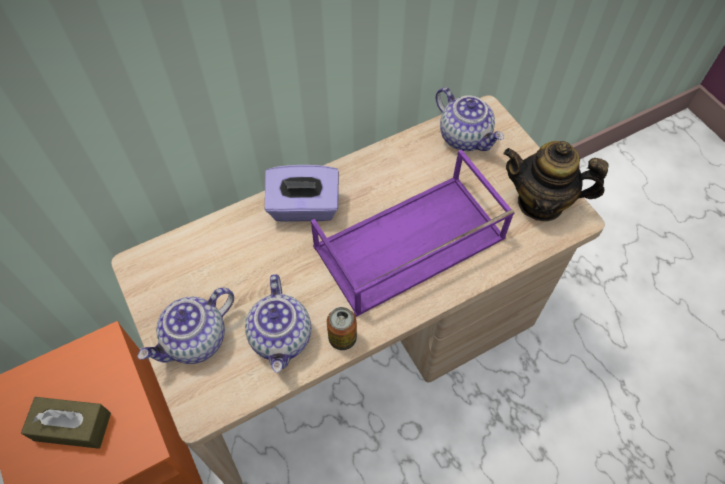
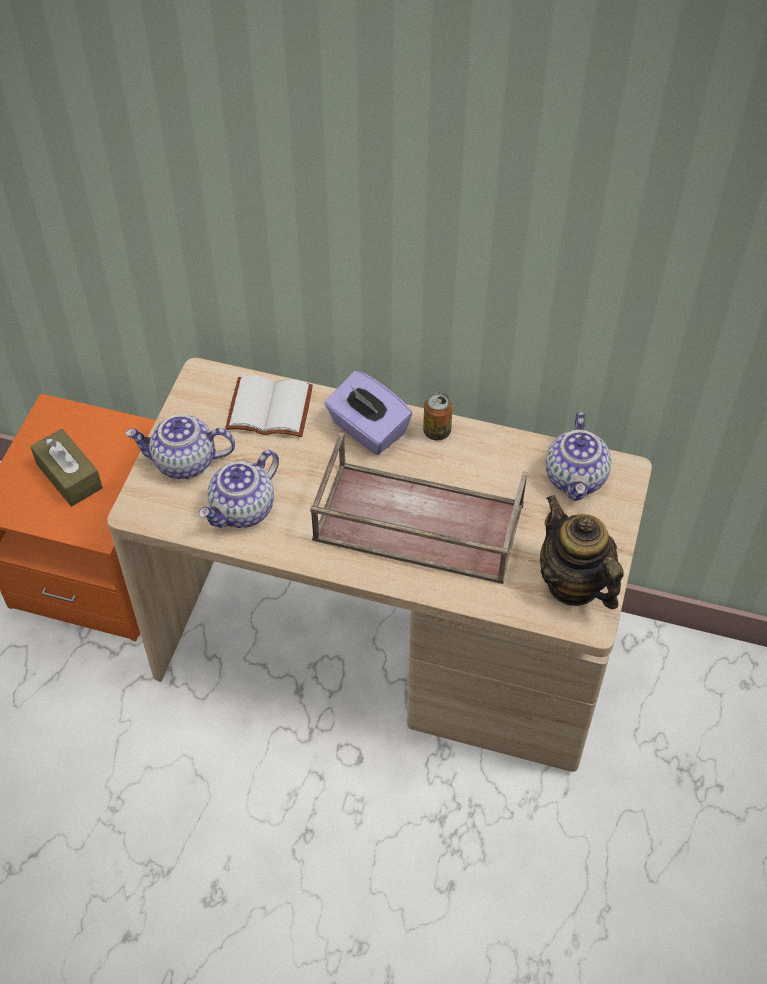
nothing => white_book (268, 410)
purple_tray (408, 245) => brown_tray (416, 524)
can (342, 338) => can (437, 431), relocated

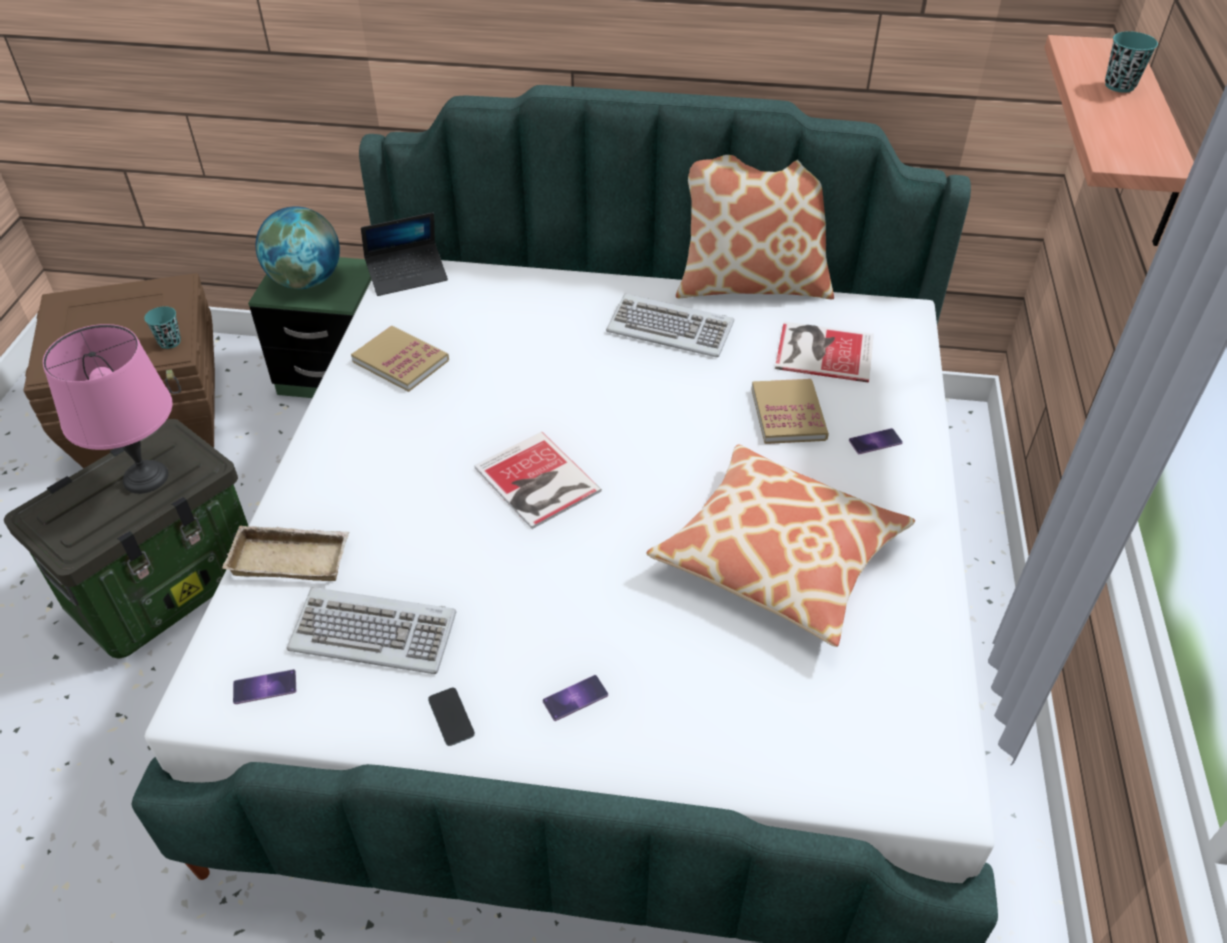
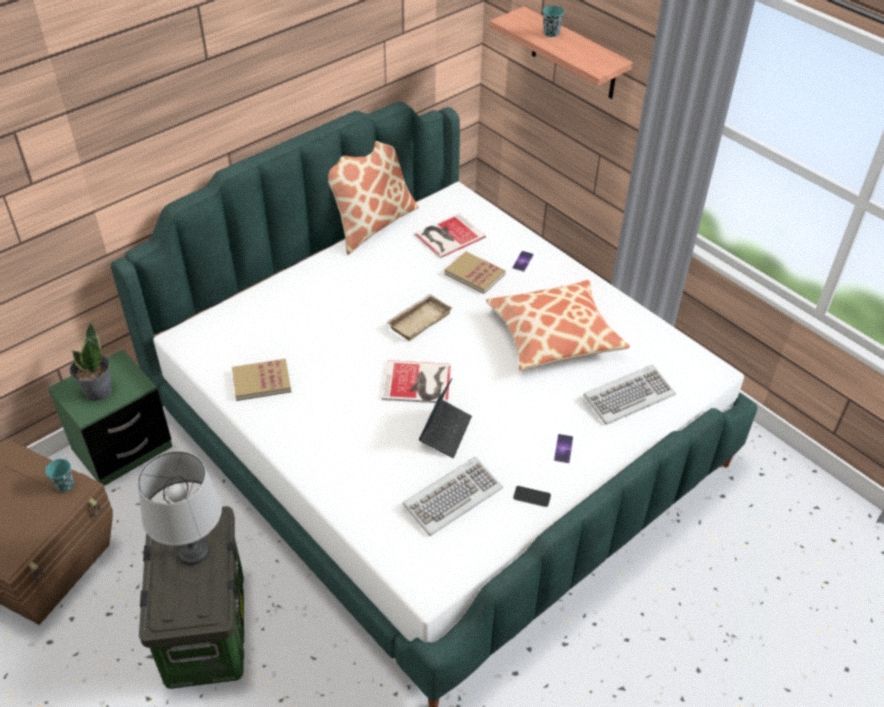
globe (306, 281) => potted_plant (97, 390)
pink_table_lamp (144, 478) => grey_table_lamp (193, 552)
beige_tray (292, 557) => beige_tray (419, 320), relocated
laptop (407, 275) => laptop (445, 432), relocated
keyboard (670, 329) => keyboard (628, 396), relocated
phone (265, 687) => nothing

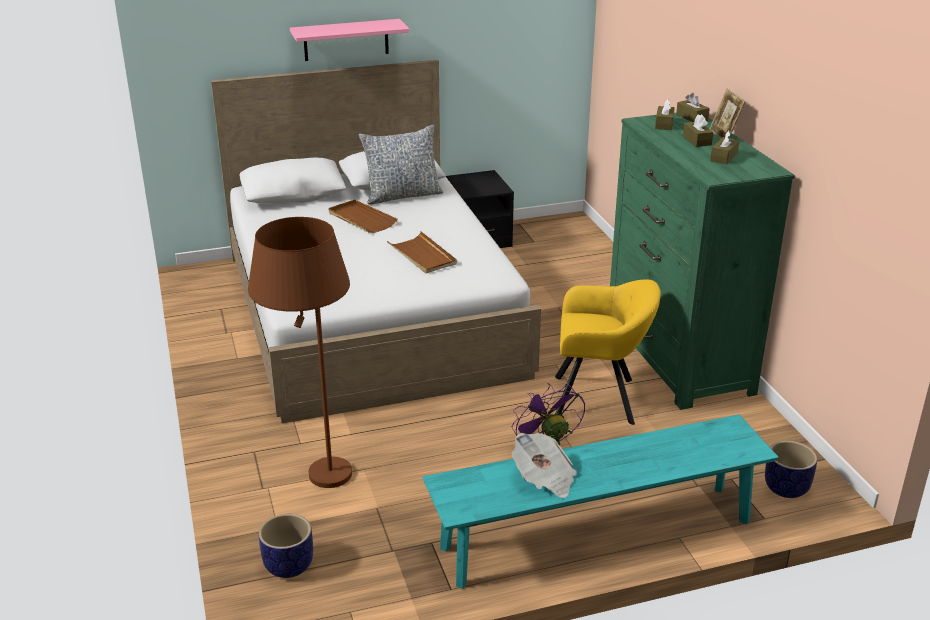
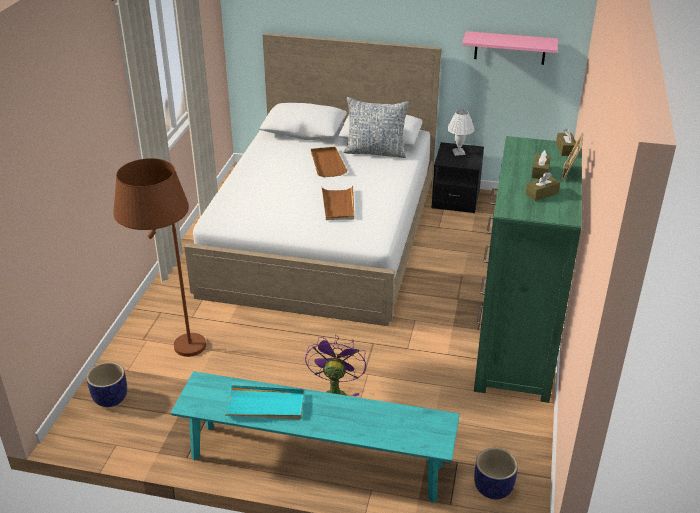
newspaper (544, 479) => turquoise_tray (266, 405)
nothing => white_table_lamp (458, 152)
pink_shelf (346, 40) => pink_shelf (510, 48), relocated
yellow_armchair (599, 399) => nothing
brown_tissue_box (664, 124) => nothing

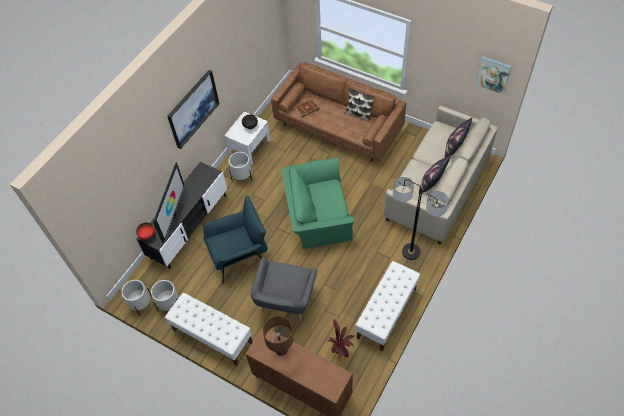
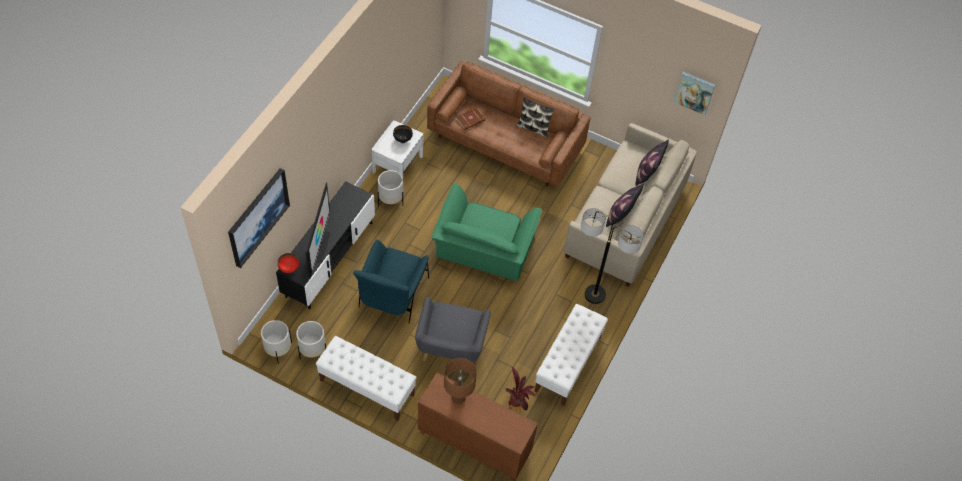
picture (192, 108) => picture (258, 217), relocated
blue_armchair (239, 255) => blue_armchair (393, 295), 135 degrees clockwise
green_armchair (317, 215) => green_armchair (484, 249), 60 degrees counterclockwise

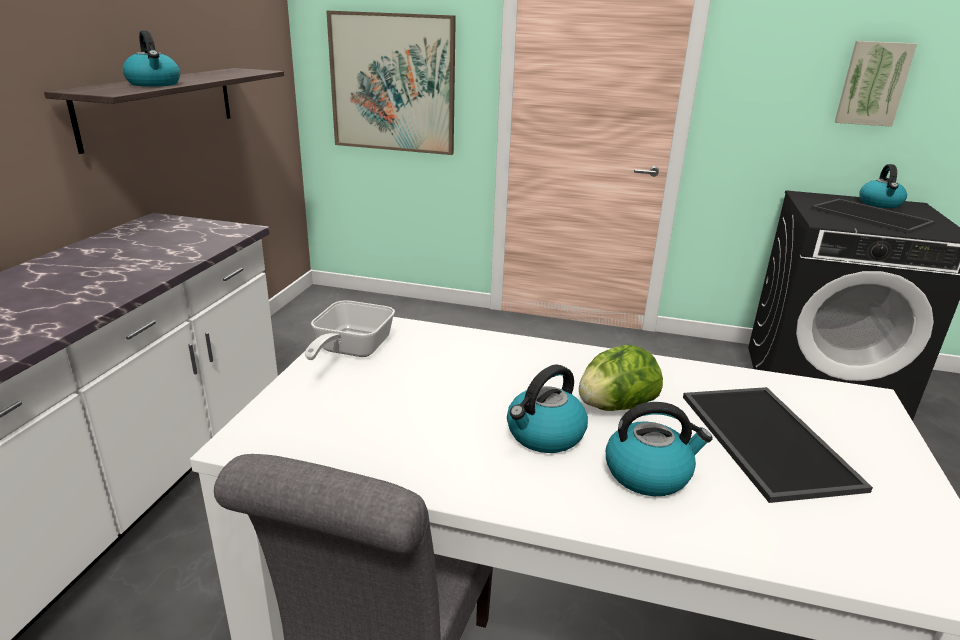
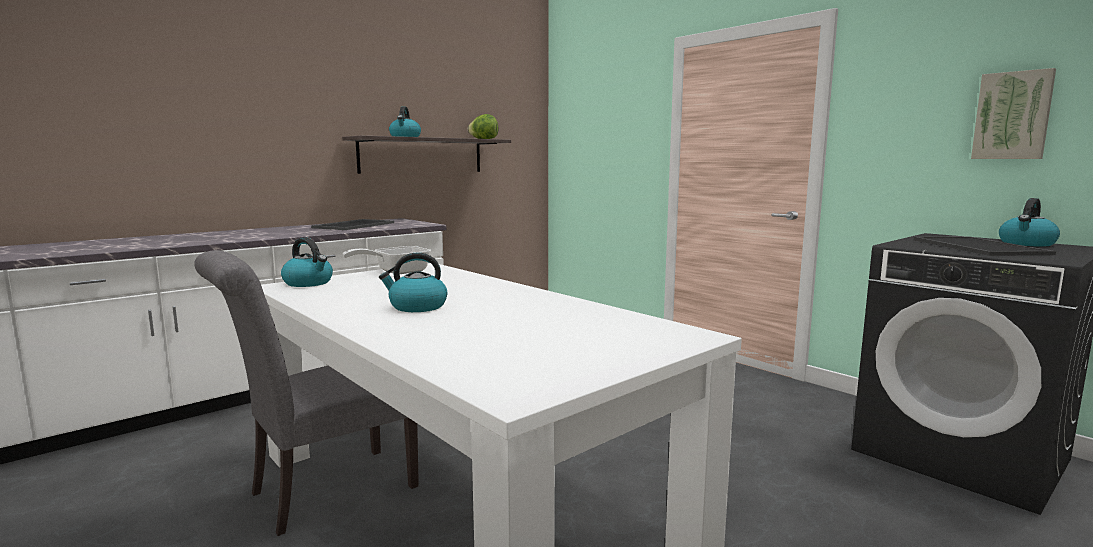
kettle (648, 473) => kettle (309, 283), relocated
tray (763, 439) => tray (354, 225), relocated
lettuce (615, 406) => lettuce (484, 139), relocated
picture (392, 83) => nothing

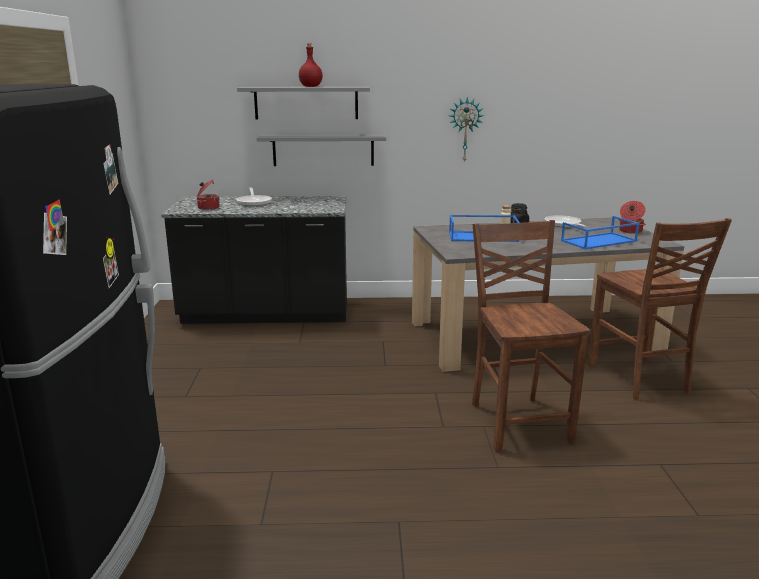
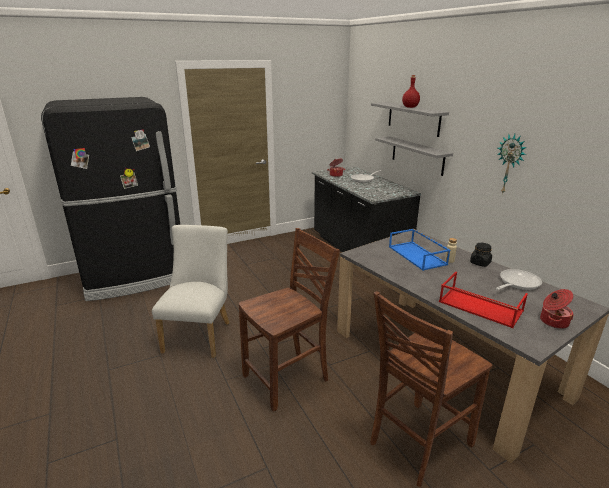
nothing => white_chair (200, 334)
blue_tray (598, 241) => red_tray (479, 306)

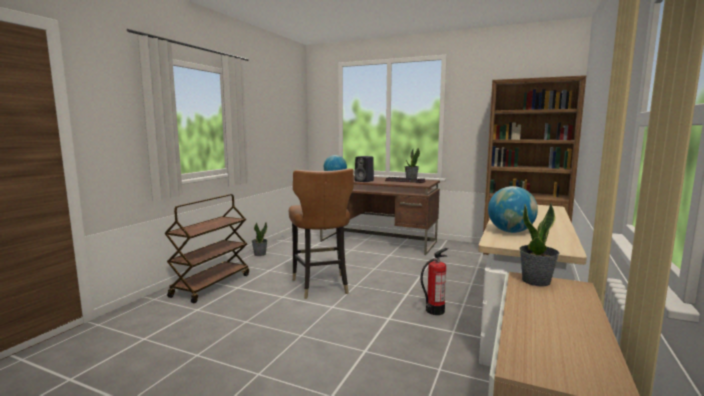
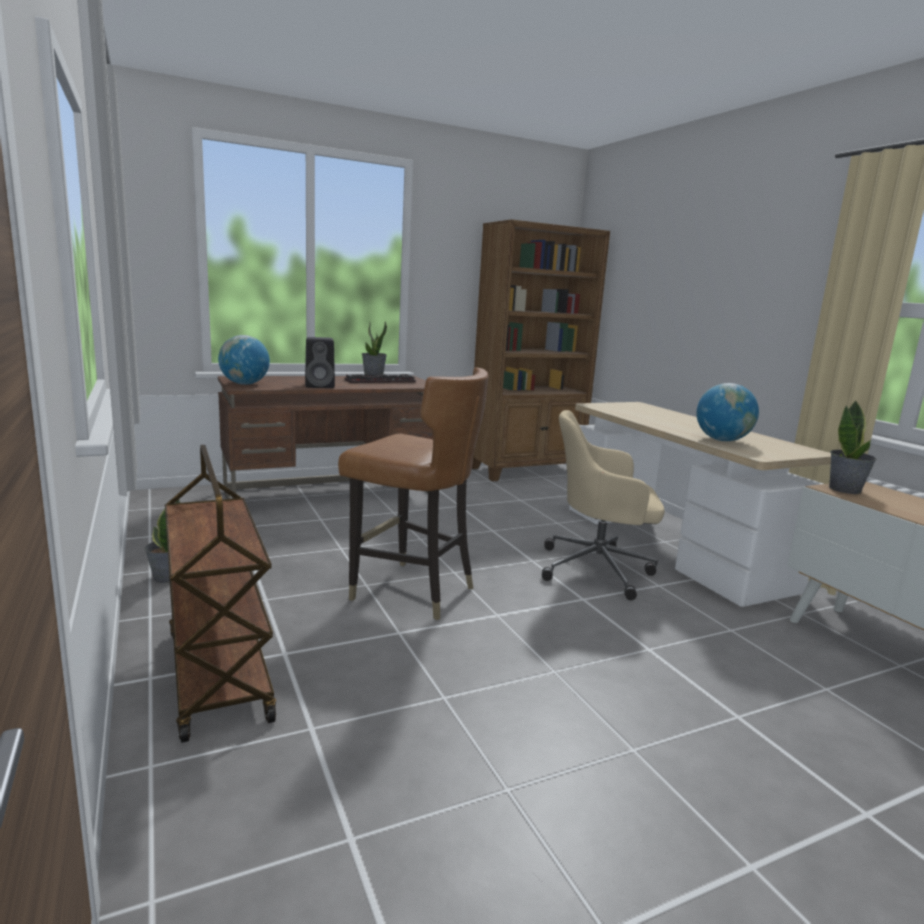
fire_extinguisher (435, 311) => beige_office_chair (598, 569)

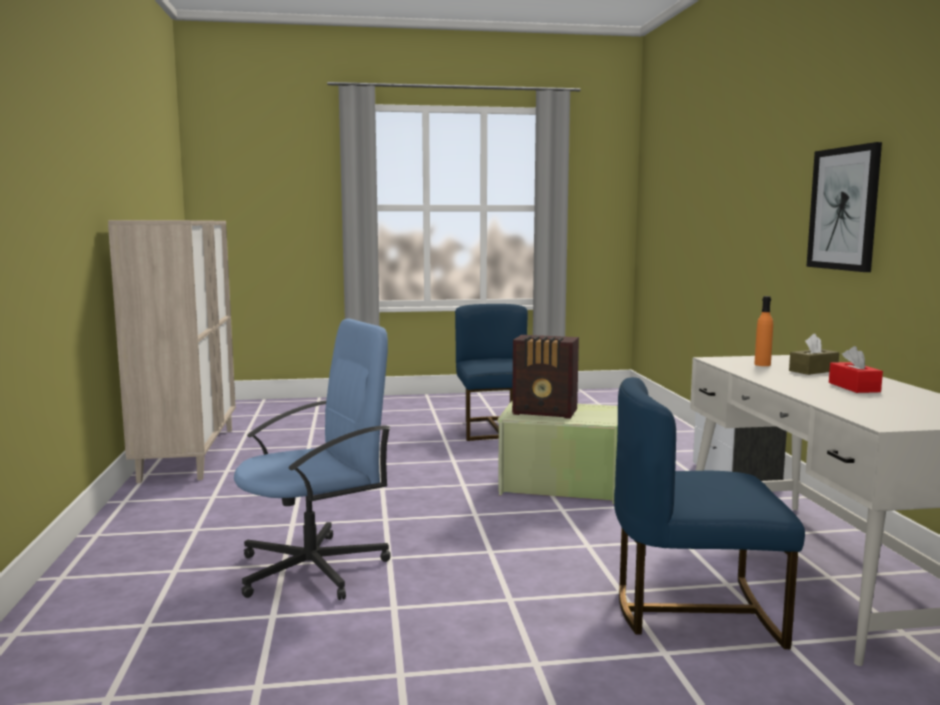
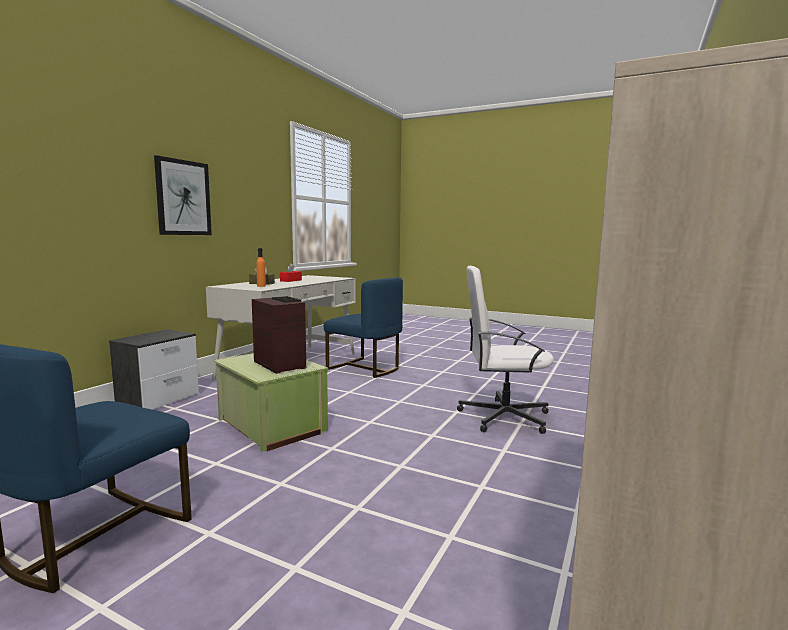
blue_office_chair (314, 568) => white_office_chair (502, 417)

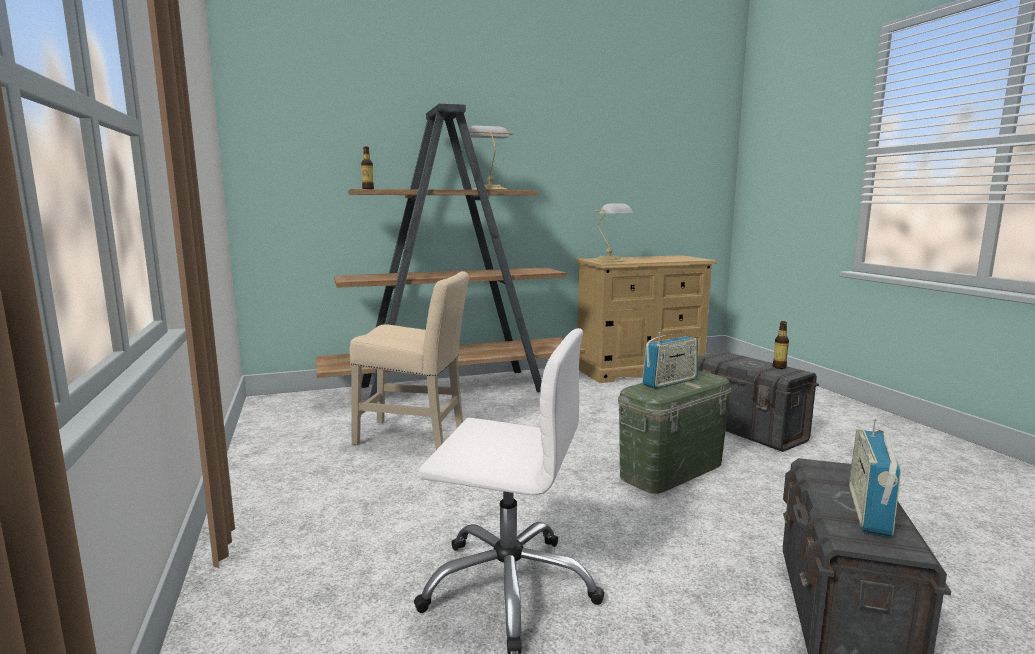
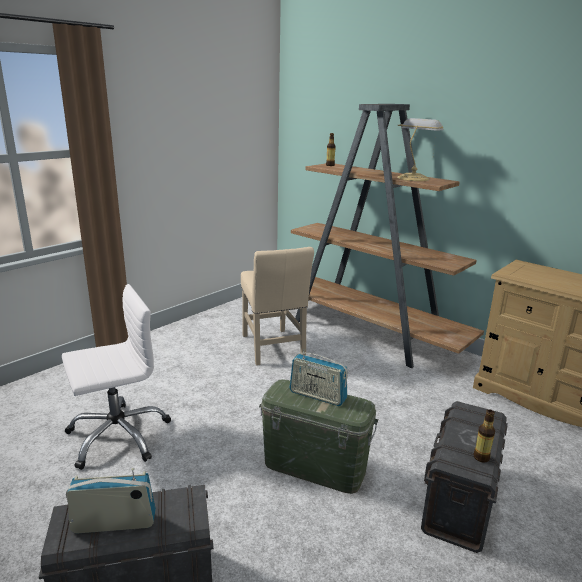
white_office_chair (509, 586) => white_office_chair (118, 435), 105 degrees counterclockwise
table_lamp (610, 260) => nothing

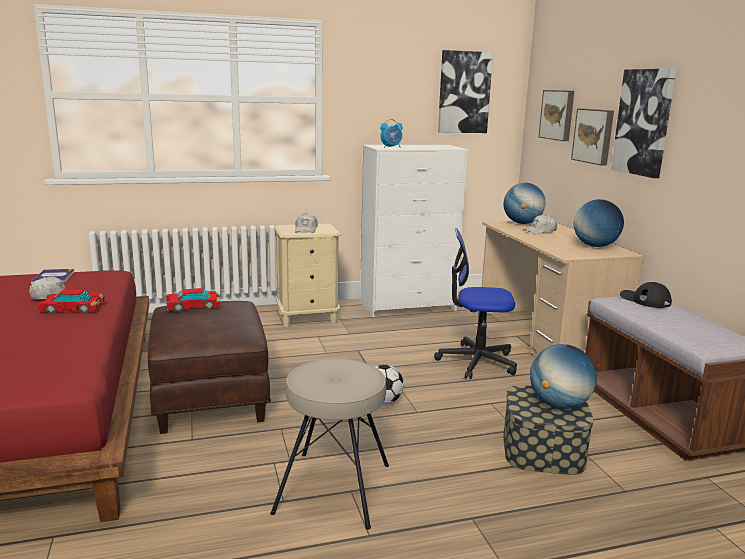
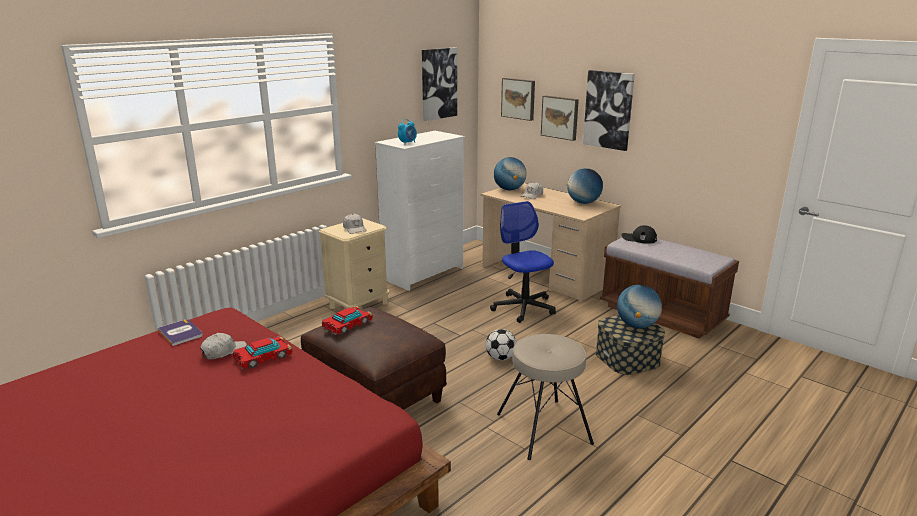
office_chair (476, 361) => office_chair (523, 307), 90 degrees clockwise

